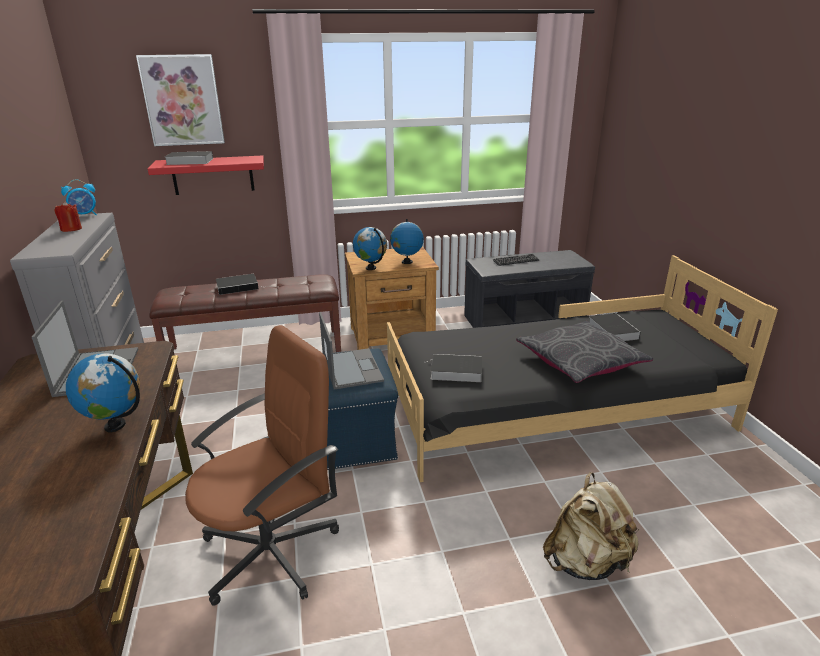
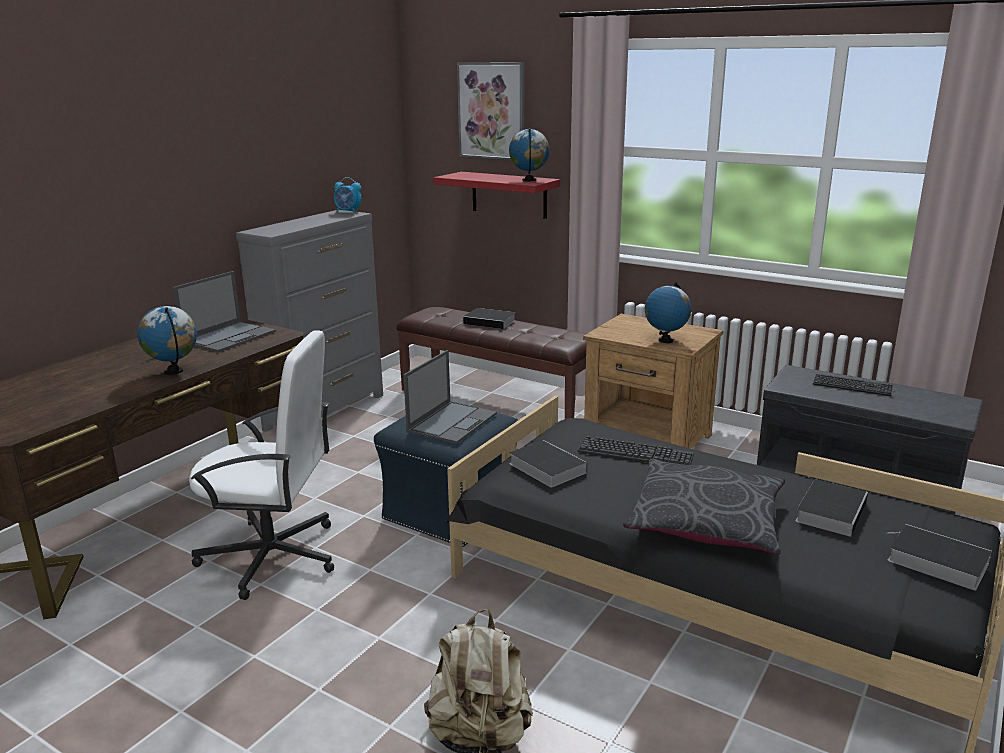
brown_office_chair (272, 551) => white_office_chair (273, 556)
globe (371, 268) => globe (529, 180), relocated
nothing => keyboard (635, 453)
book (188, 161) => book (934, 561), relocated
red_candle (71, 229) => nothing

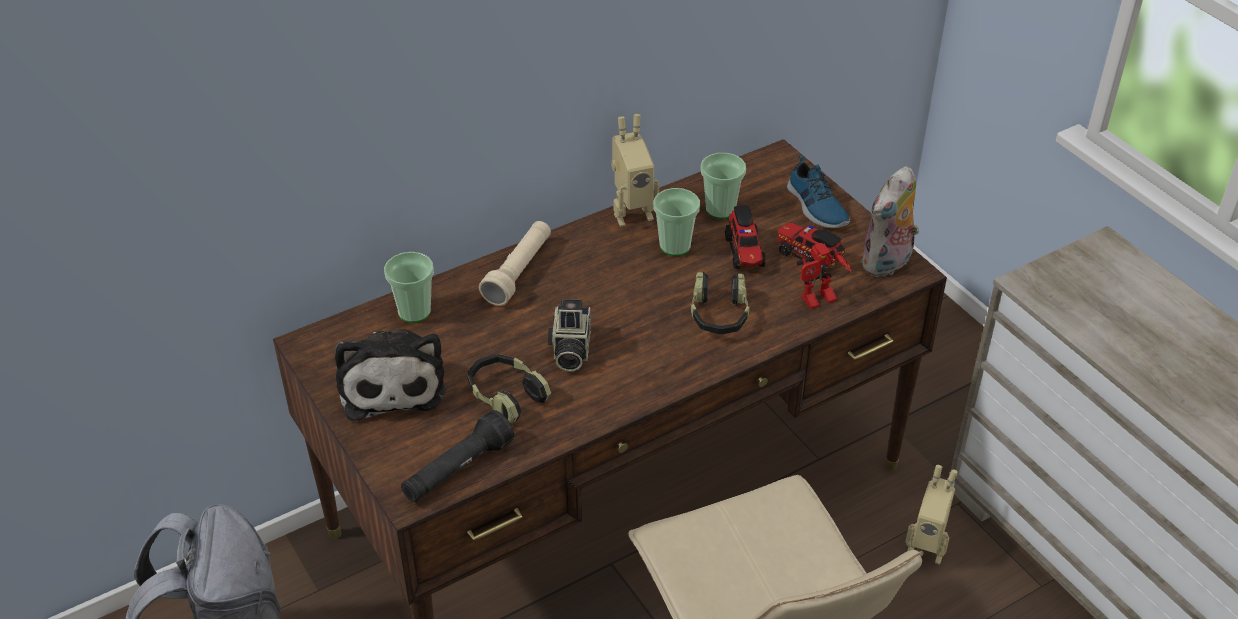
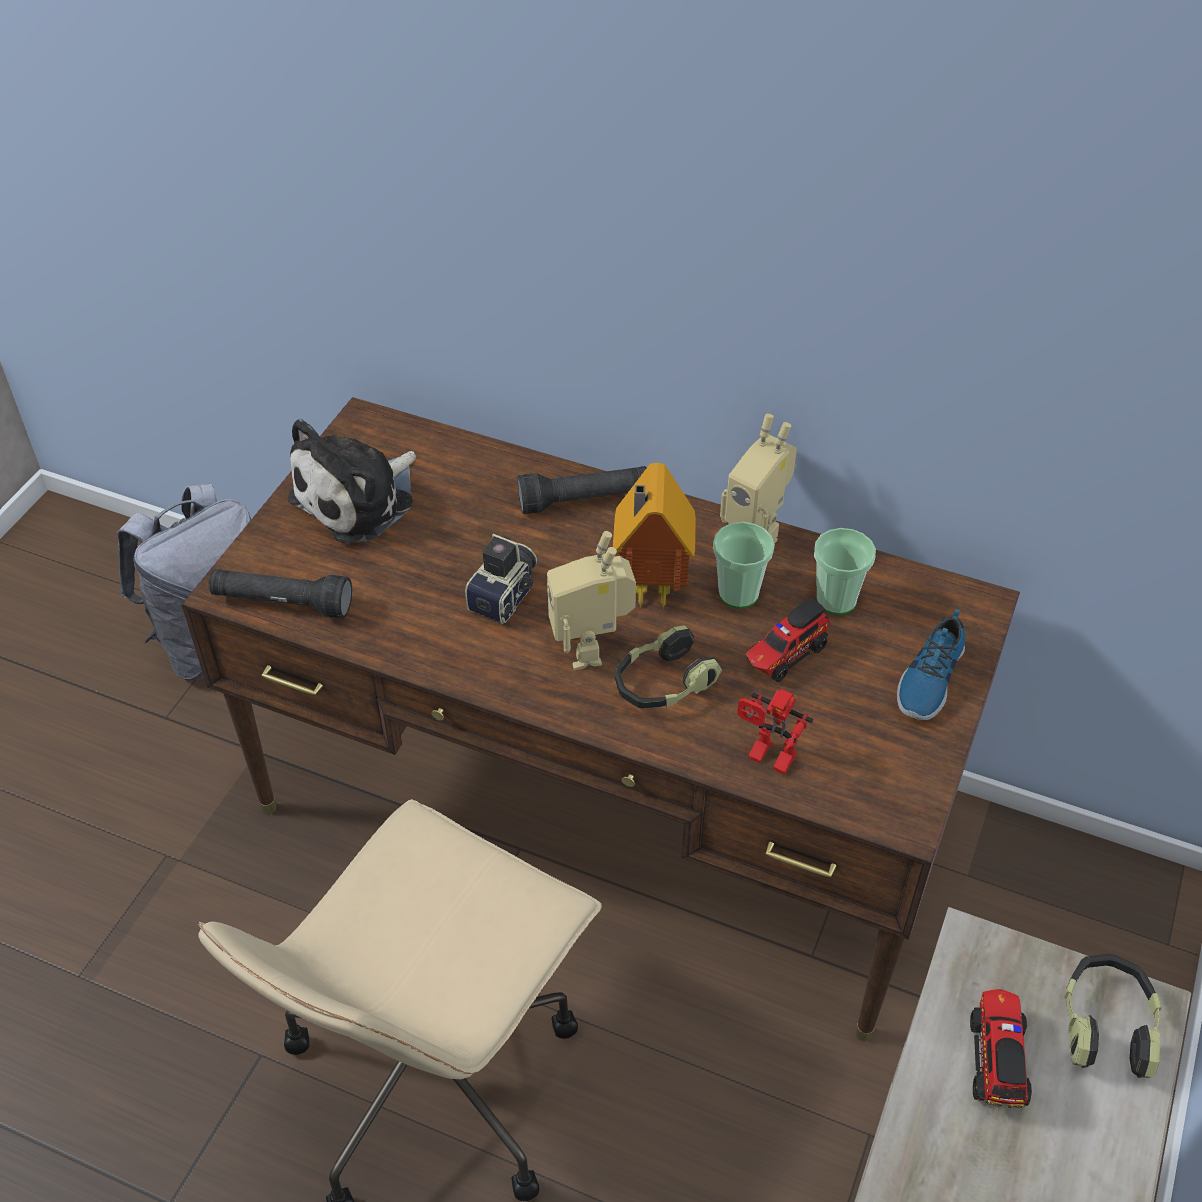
photo_camera (569, 350) => photo_camera (506, 595), 150 degrees clockwise
beige_flashlight (519, 272) => black_flashlight (584, 500)
toy_robot (927, 546) => toy_robot (592, 648), relocated
nothing => toy_house (648, 588)
toy_truck (808, 256) => toy_truck (997, 1059), relocated
headphones (506, 396) => headphones (1106, 1024), relocated
cup (414, 312) => nothing
plush_toy (887, 264) => nothing

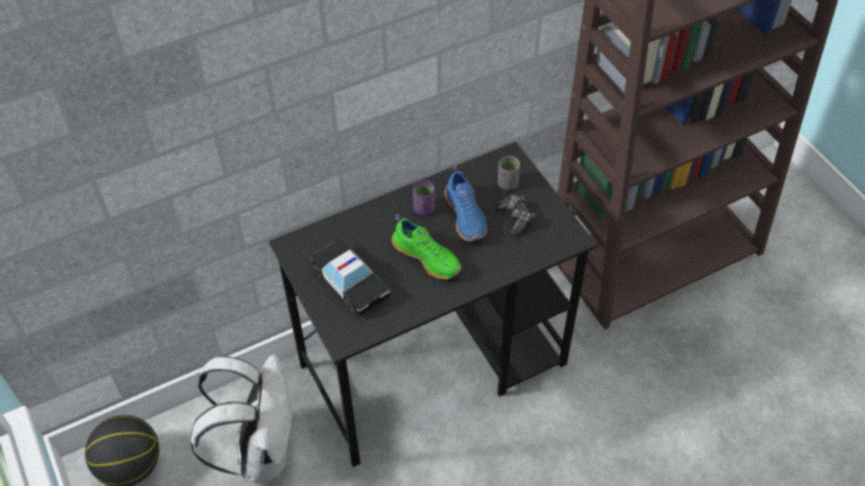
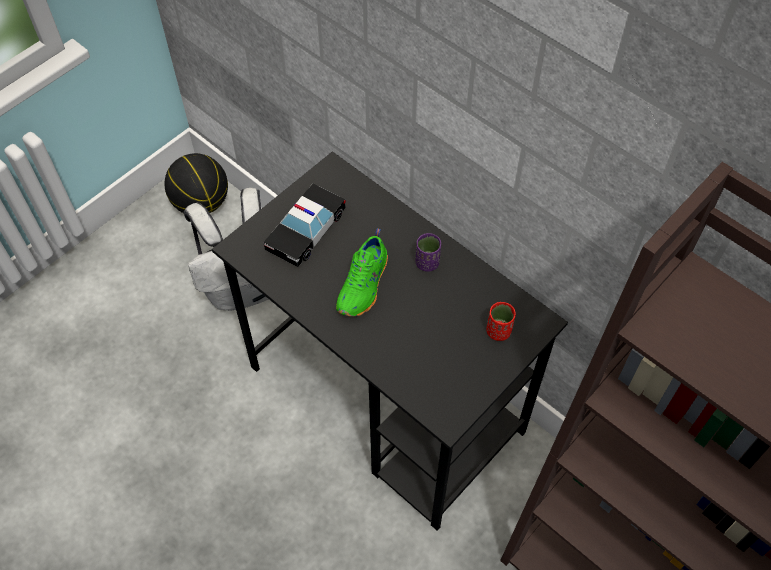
grey_cup (507, 183) => red_cup (498, 331)
blue_shoe (466, 215) => nothing
game_controller (515, 218) => nothing

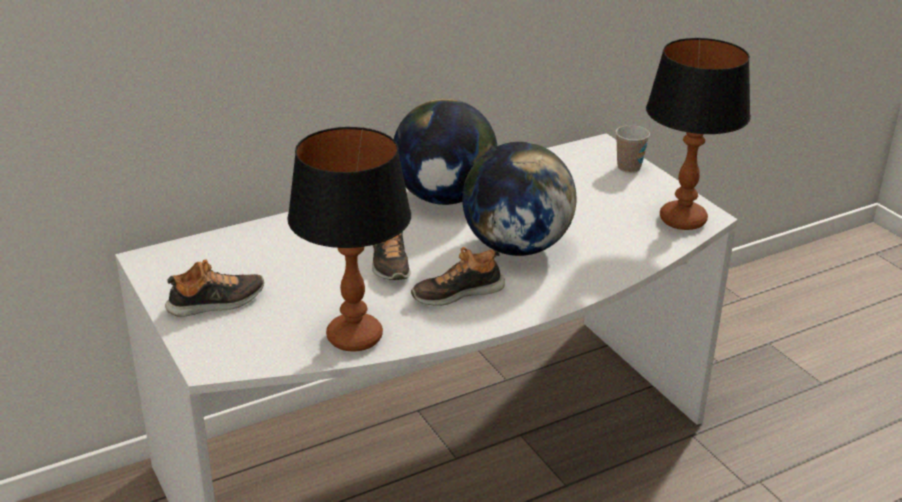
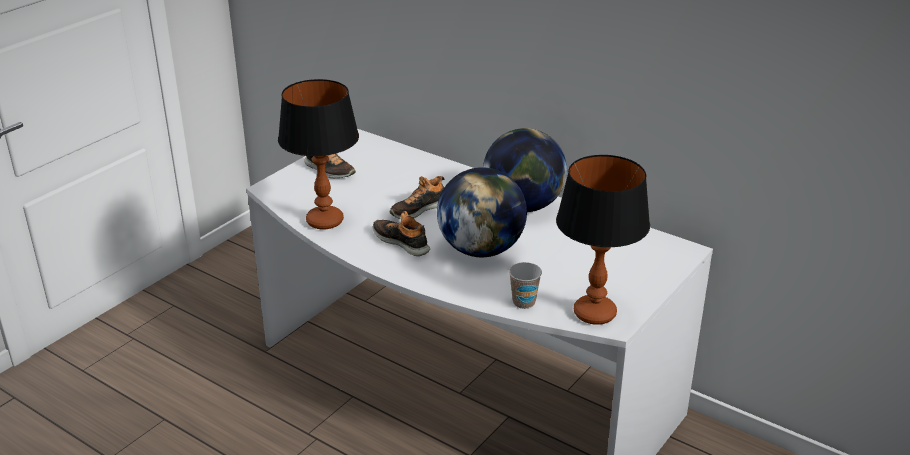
cup (629, 167) => cup (524, 302), relocated

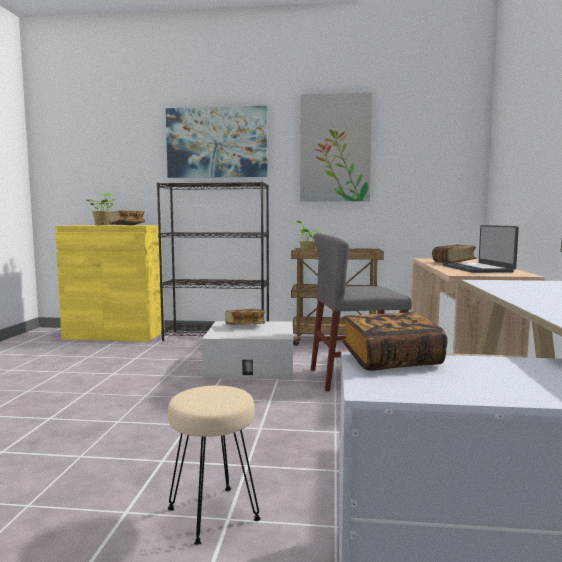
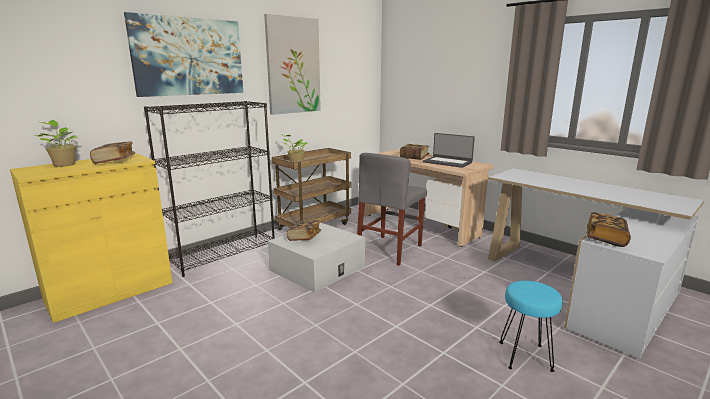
beige_stool (213, 513) => turquoise_stool (524, 356)

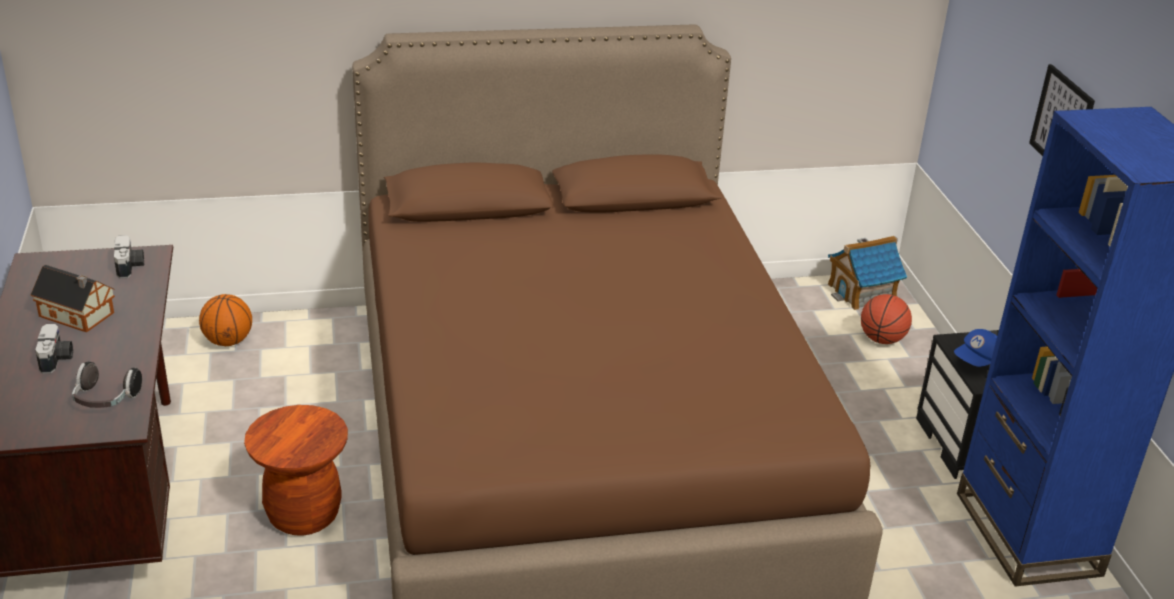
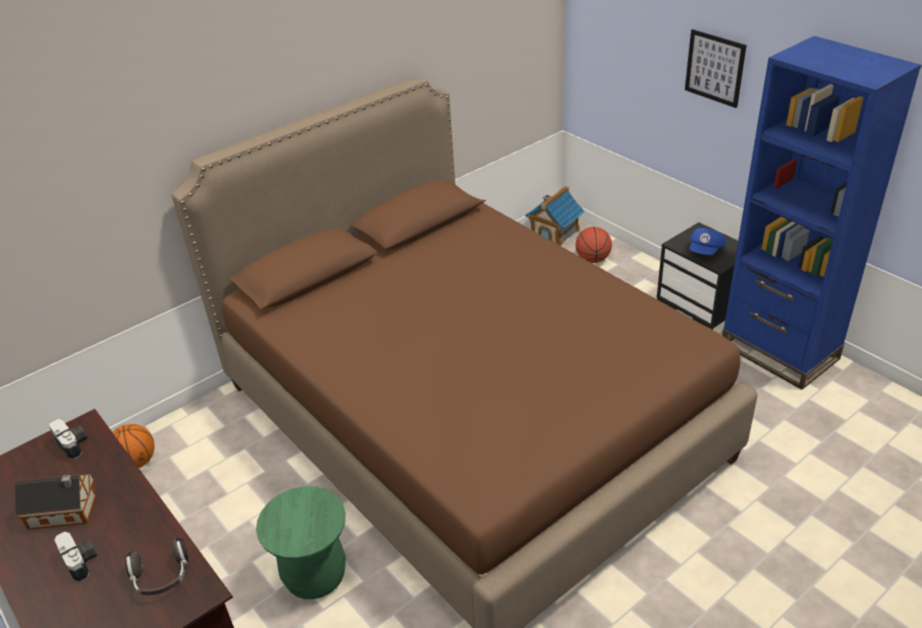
brown_stool (303, 515) => green_stool (315, 576)

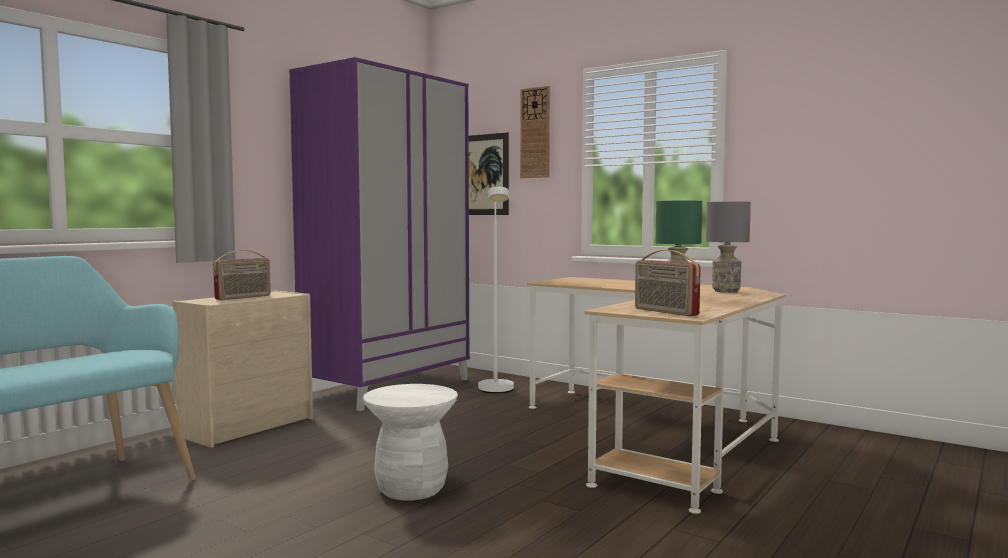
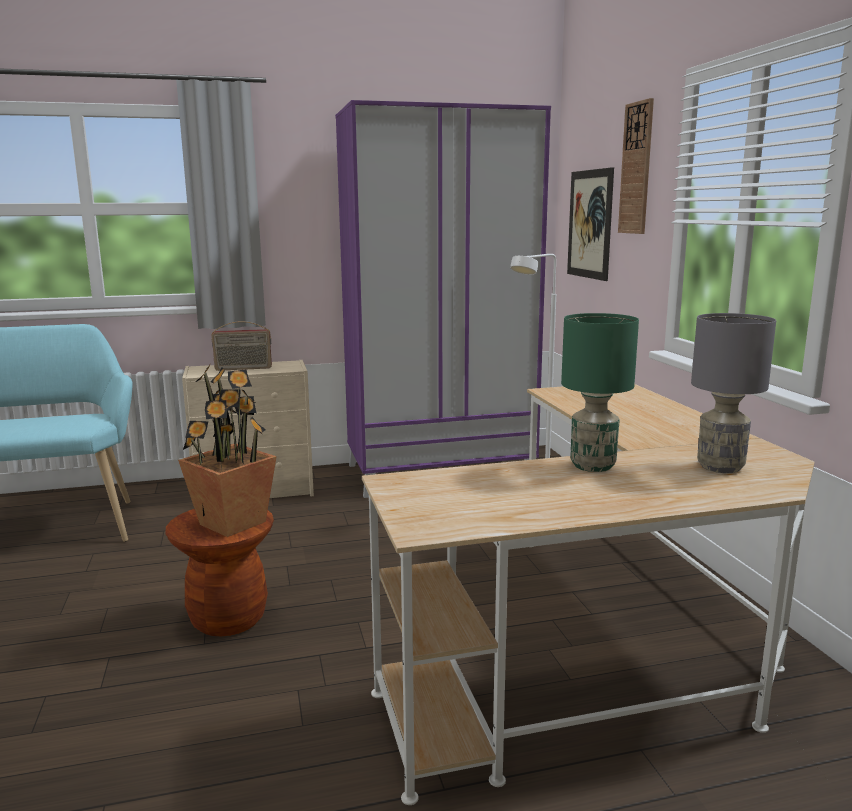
white_stool (411, 489) => brown_stool (228, 619)
nothing => potted_plant (233, 522)
radio (665, 312) => nothing

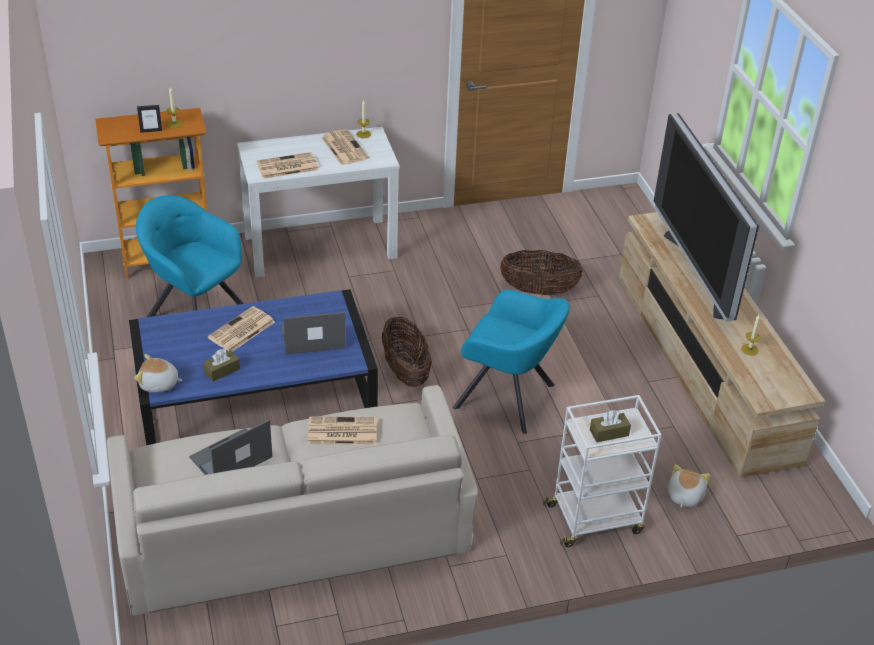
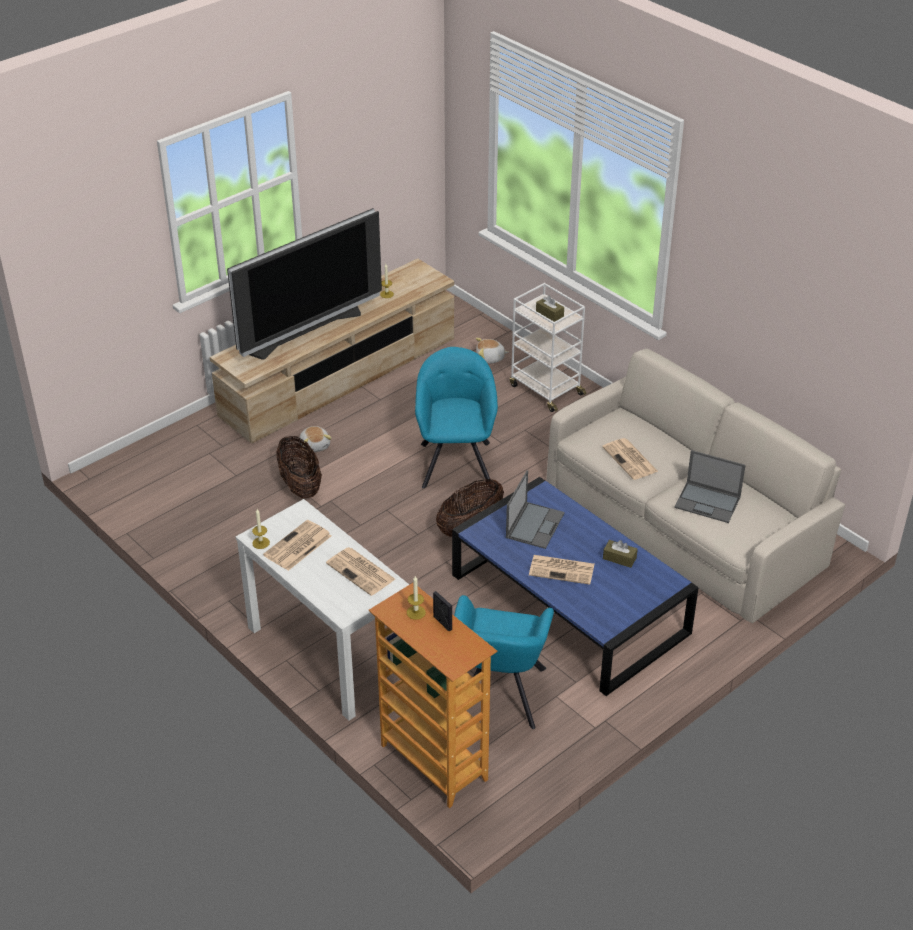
plush_toy (159, 384) => plush_toy (315, 445), relocated
laptop (312, 337) => laptop (535, 525), 120 degrees counterclockwise

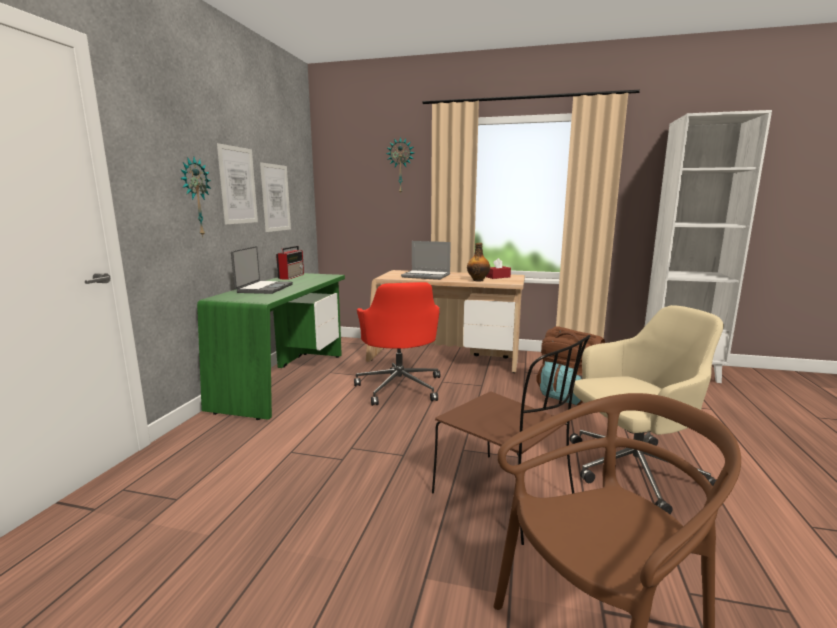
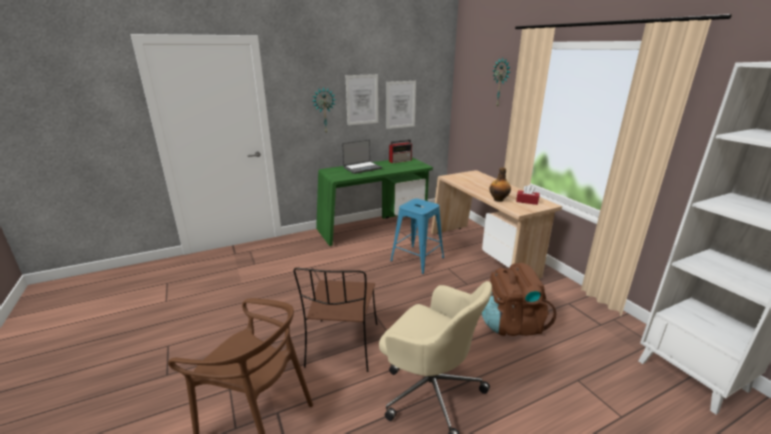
red_office_chair (400, 387) => blue_stool (417, 259)
laptop (426, 276) => nothing

